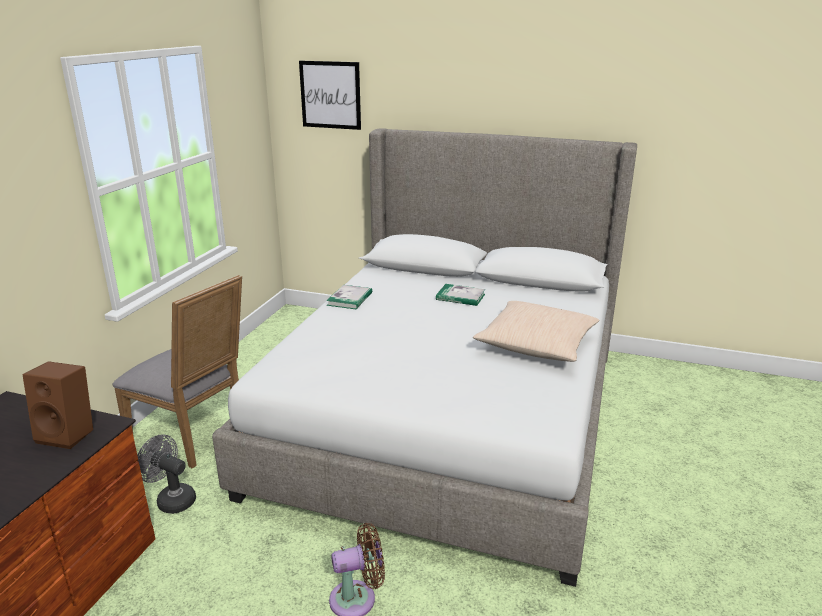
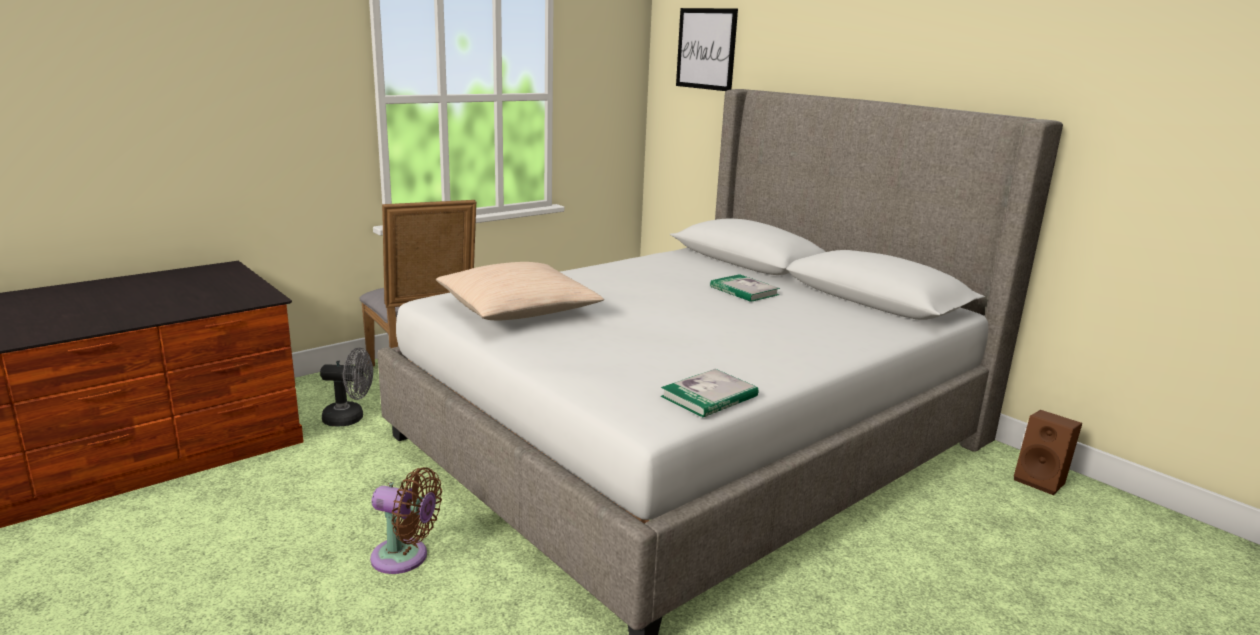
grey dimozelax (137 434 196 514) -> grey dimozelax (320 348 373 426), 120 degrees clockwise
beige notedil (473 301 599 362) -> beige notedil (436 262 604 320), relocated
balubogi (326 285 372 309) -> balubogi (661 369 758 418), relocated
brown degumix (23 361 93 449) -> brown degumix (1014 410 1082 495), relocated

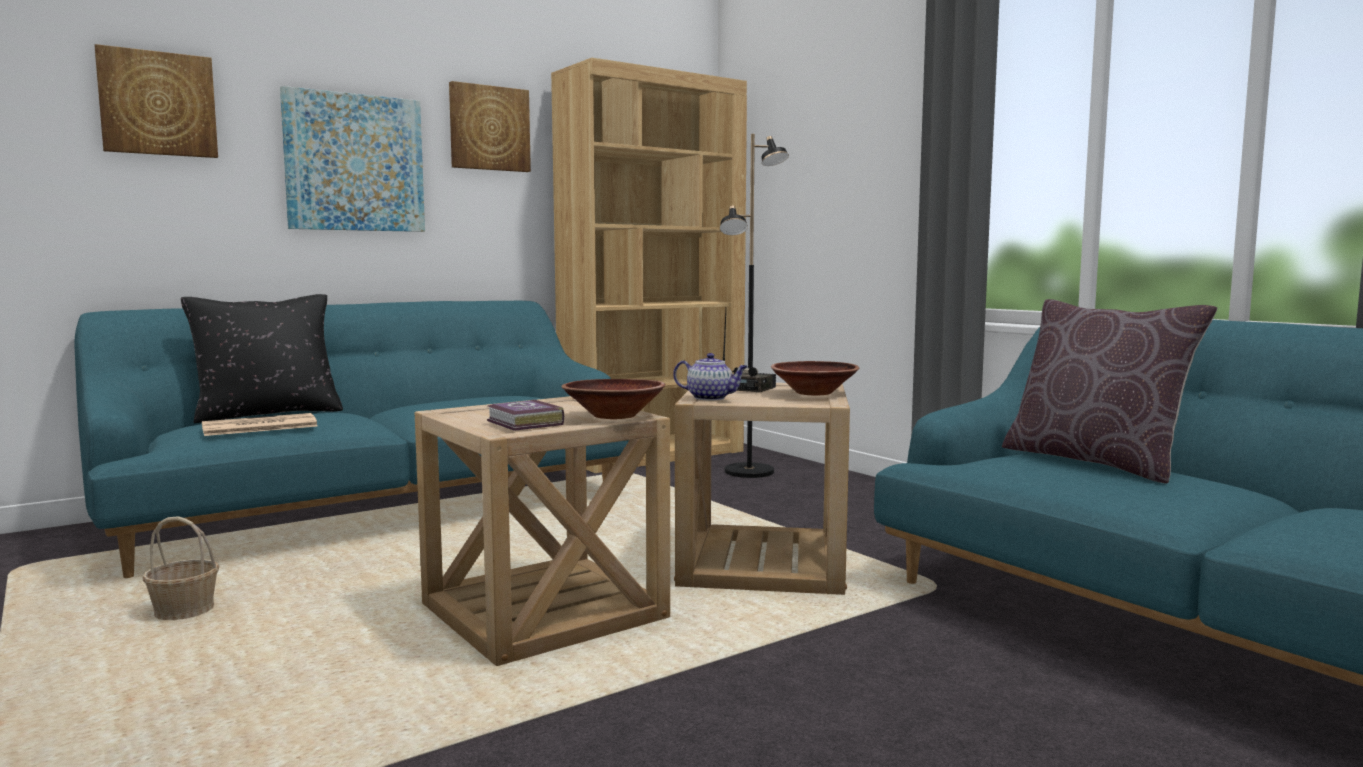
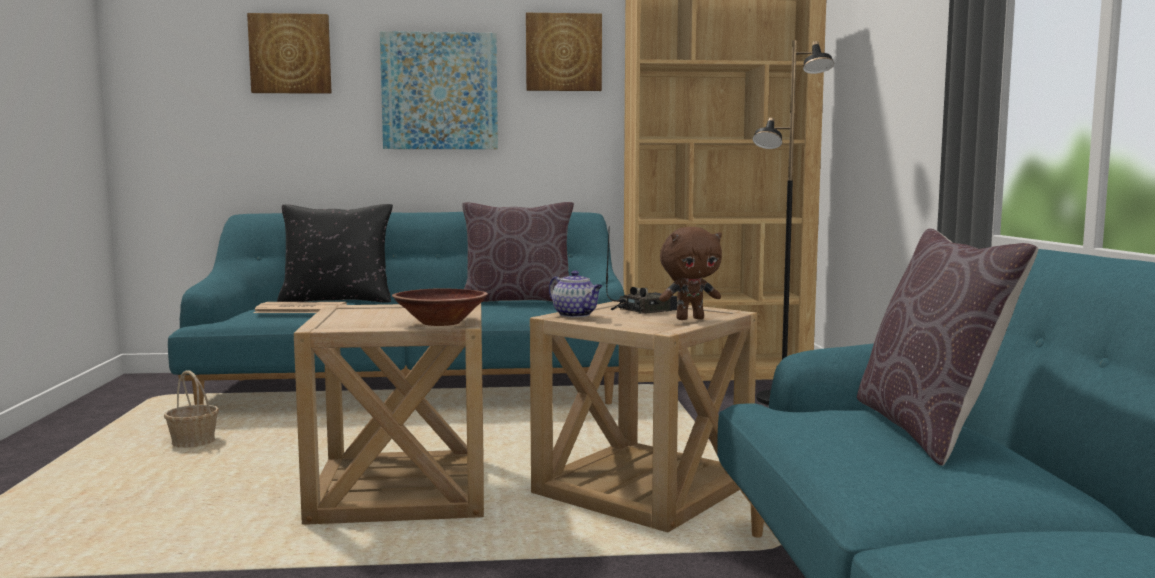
none -> brown notedil (462 202 574 302)
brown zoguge (771 361 859 395) -> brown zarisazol (659 227 722 320)
balubogi (487 400 564 431) -> none

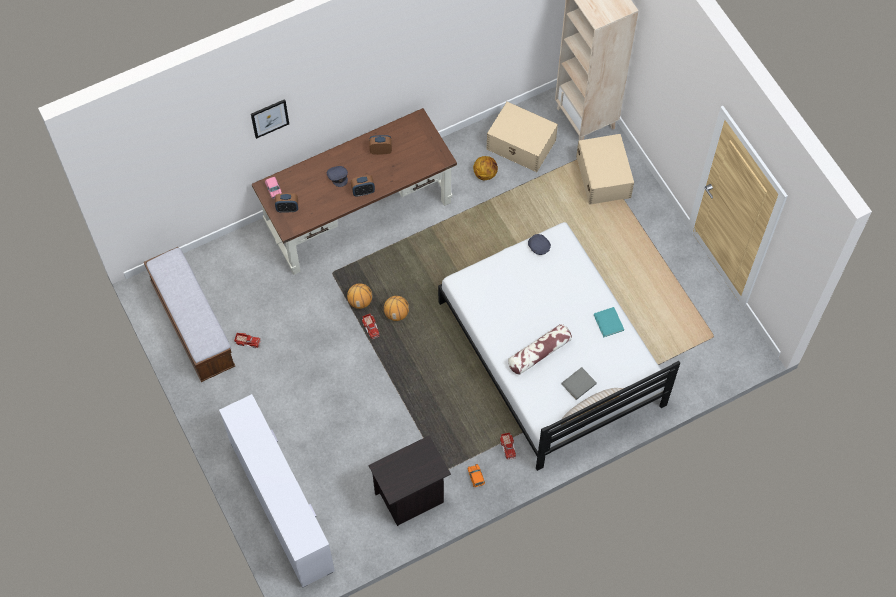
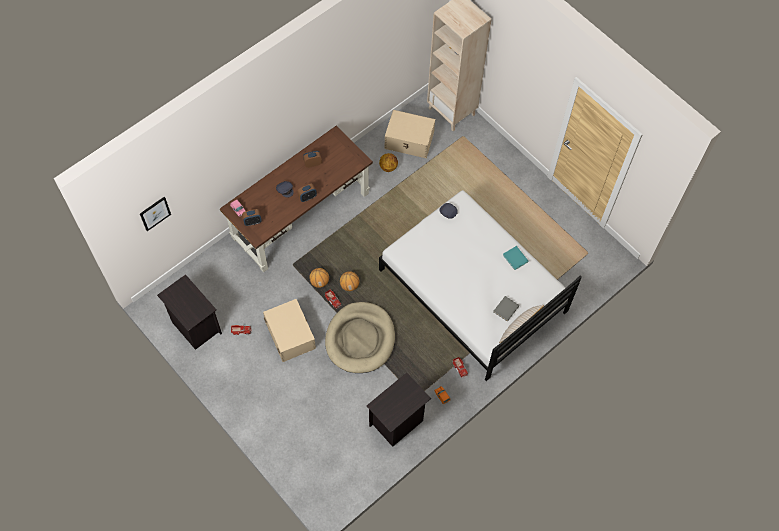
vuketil (251 99 289 139) -> vuketil (140 197 171 231), relocated
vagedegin (144 247 235 382) -> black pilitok (157 274 222 350)
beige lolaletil (576 134 634 205) -> beige lolaletil (263 299 316 362), relocated
none -> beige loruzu (325 302 395 373)
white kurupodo (219 394 335 588) -> none
notedil (508 324 572 375) -> none

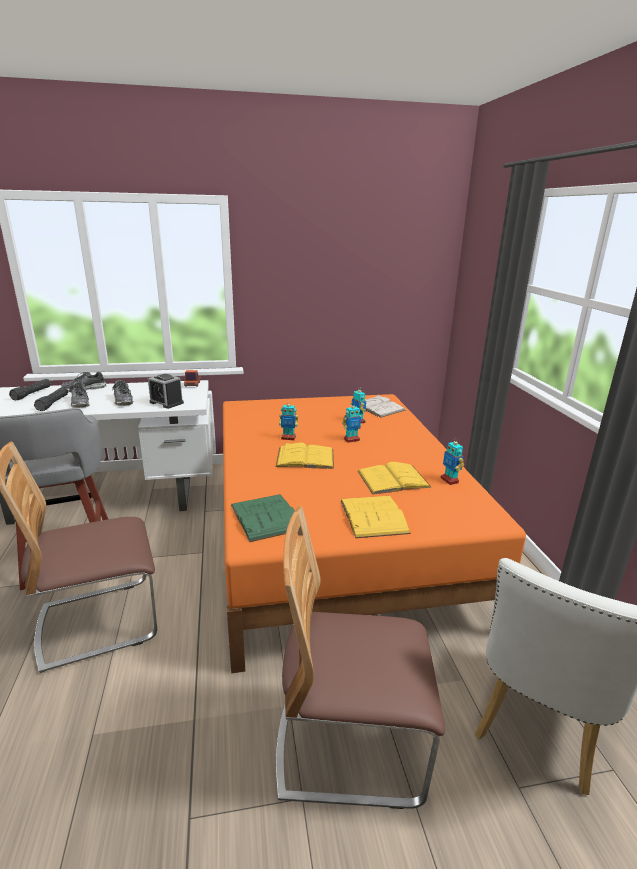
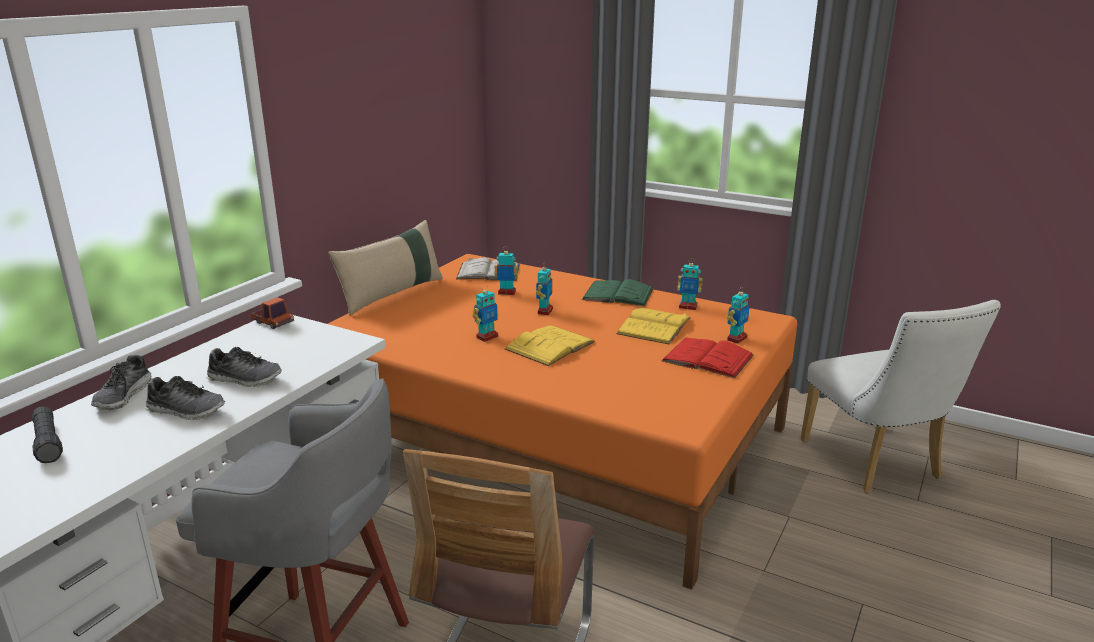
none -> beige notedil (328 220 443 316)
green balubogi (231 494 295 542) -> green balubogi (582 279 654 306), relocated
yellow balubogi (341 496 411 538) -> red balubogi (662 338 754 378)
none -> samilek (727 287 750 344)
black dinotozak (34 387 68 411) -> none
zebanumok (148 374 184 409) -> none
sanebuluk (276 506 445 809) -> none

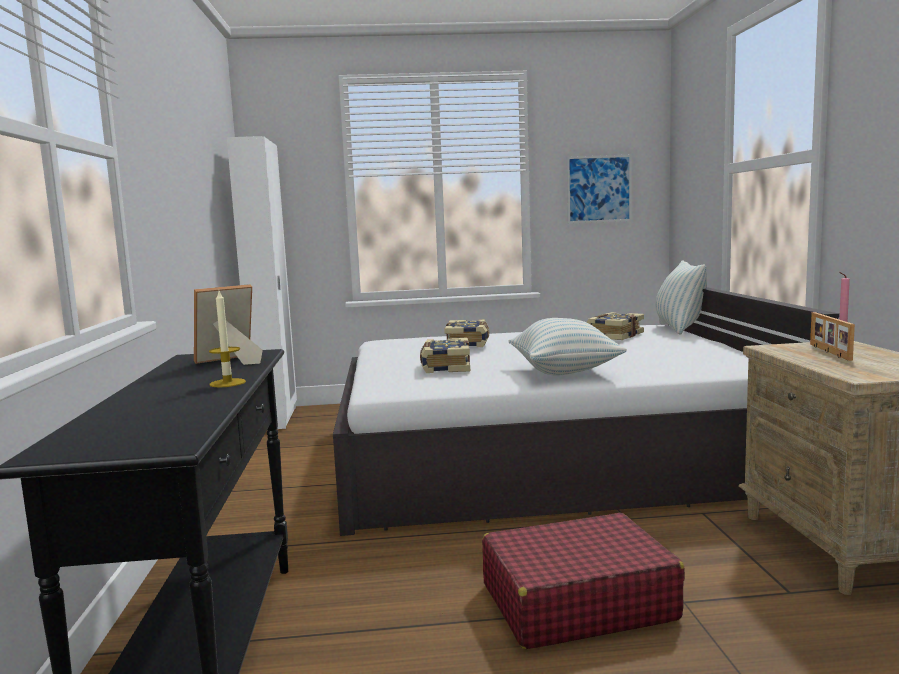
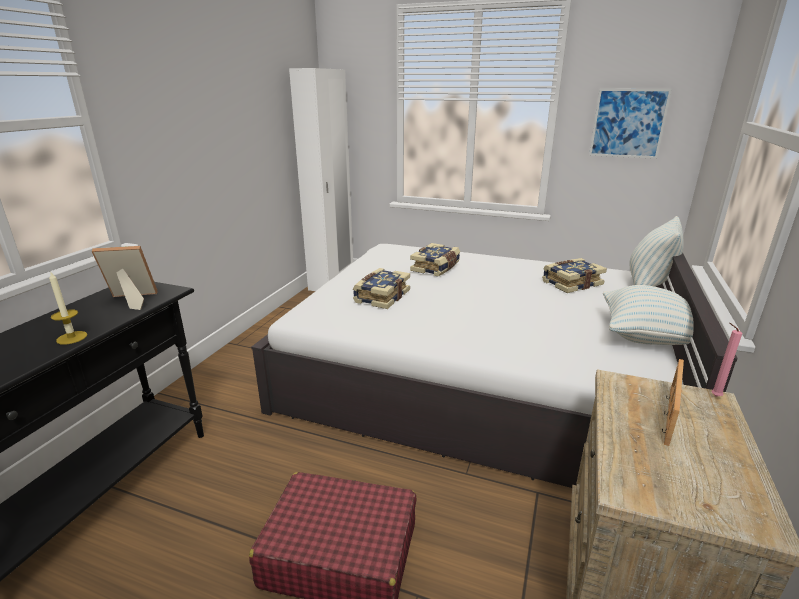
notedil (508 318 627 376) -> notedil (603 285 694 345), relocated

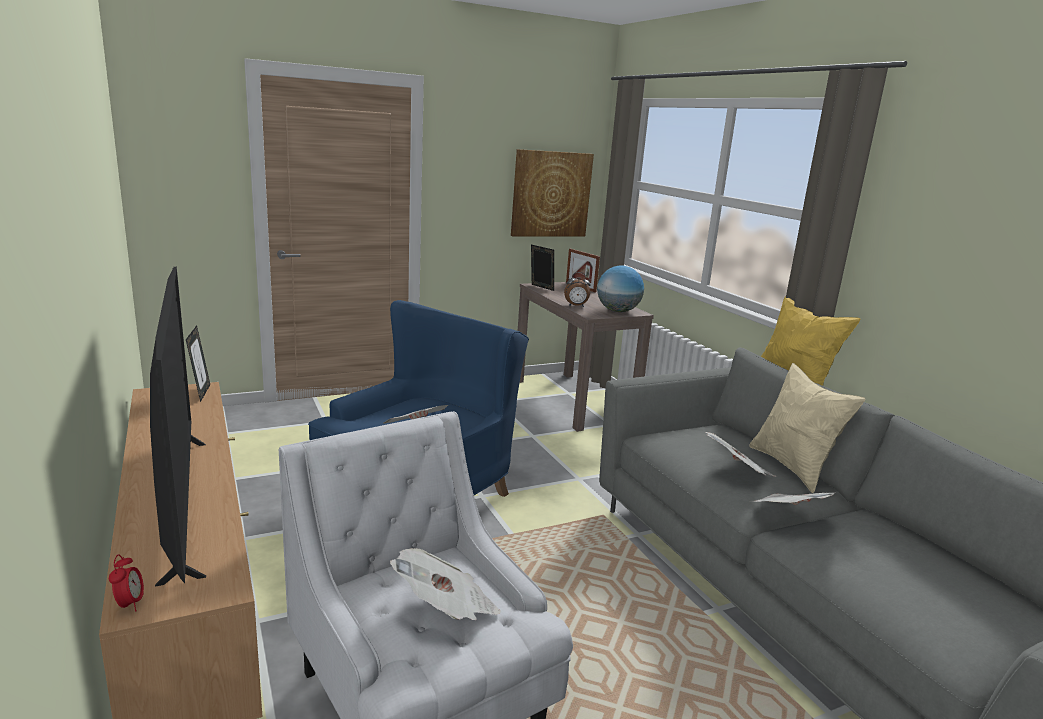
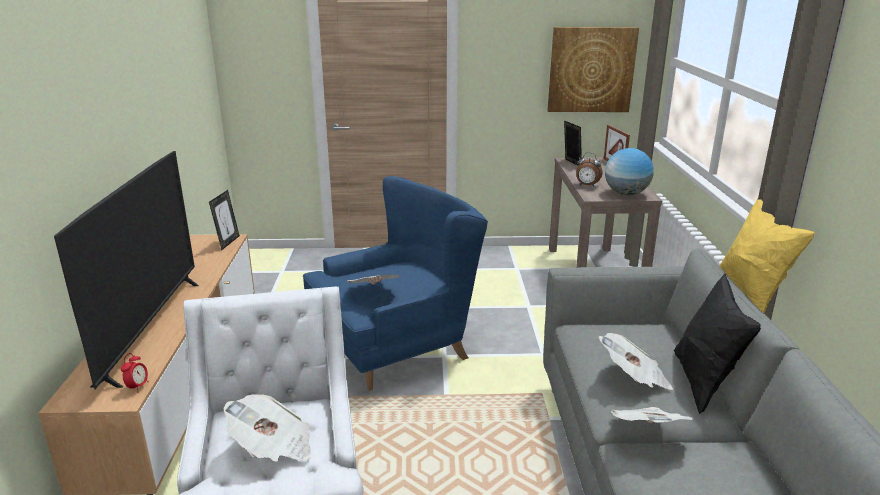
zebanumok (109 555 144 612) -> zebanumok (121 353 149 393), relocated
beige notedil (749 363 866 493) -> black notedil (674 274 761 414)

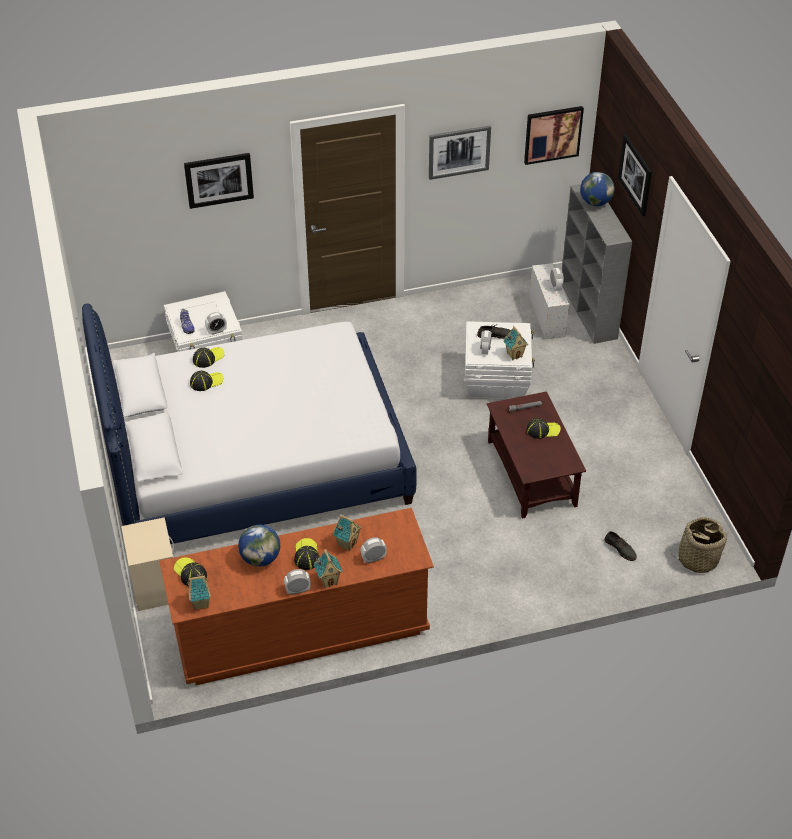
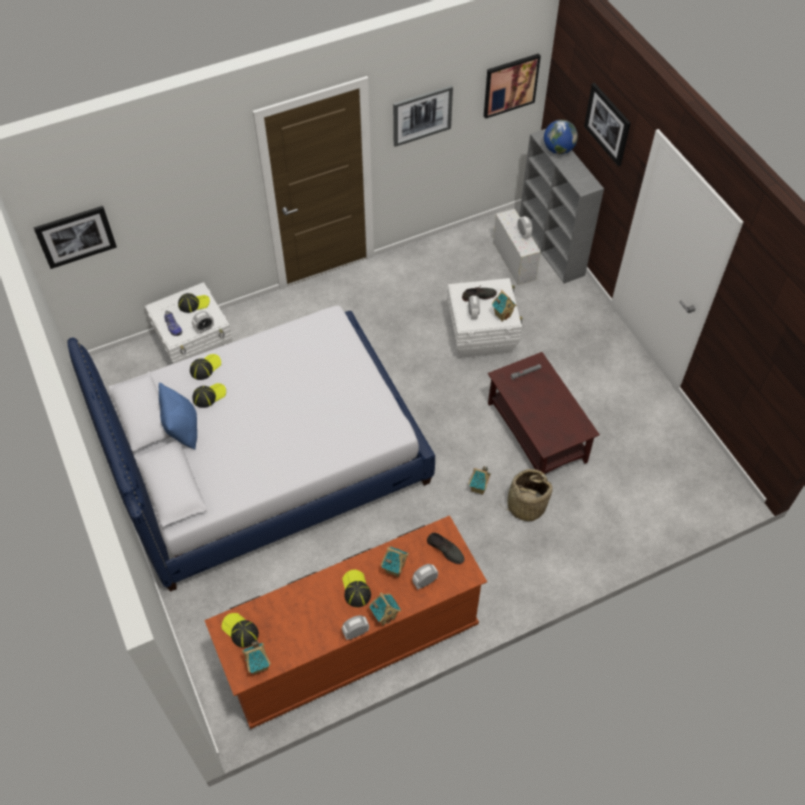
vuketil (184 153 254 209) -> vuketil (34 206 117 269), relocated
none -> blue notedil (159 383 197 450)
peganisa (526 418 561 439) -> peganisa (178 293 210 313), relocated
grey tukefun (605 531 637 561) -> grey tukefun (427 533 464 564), relocated
none -> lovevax (468 466 491 495)
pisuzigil (670 517 728 573) -> pisuzigil (500 469 553 521), relocated
beige pilitok (121 517 176 611) -> none
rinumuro (238 525 280 567) -> none

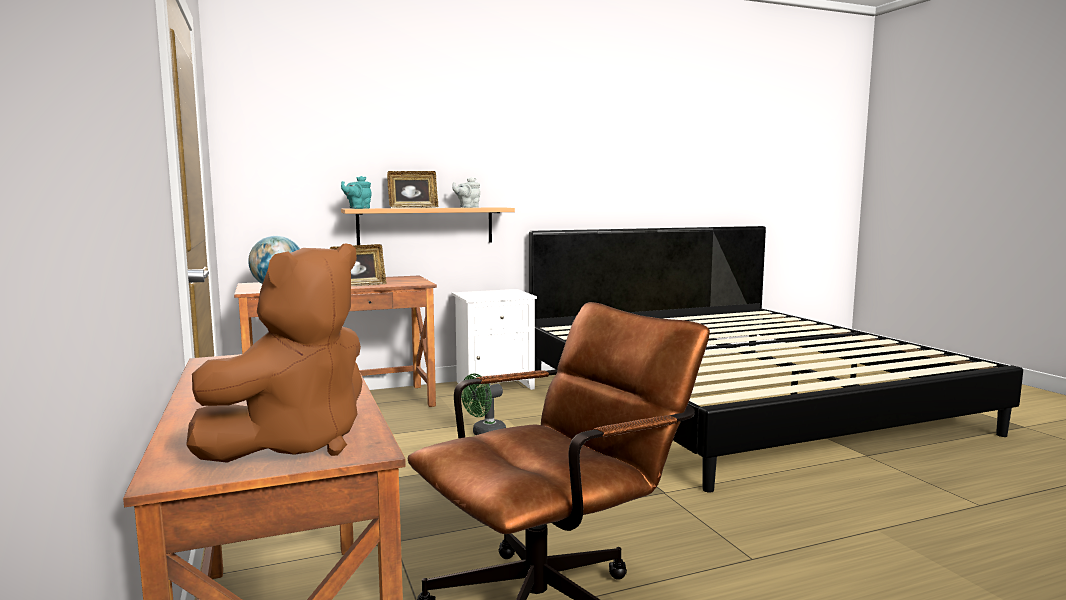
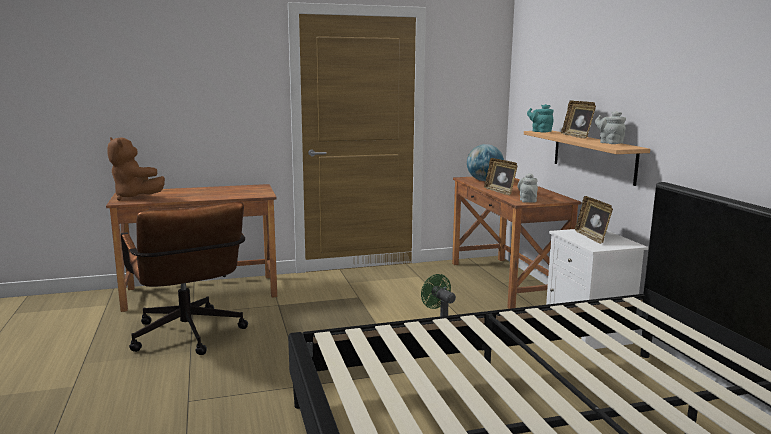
none -> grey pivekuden (518 173 538 203)
none -> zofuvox (575 196 613 244)

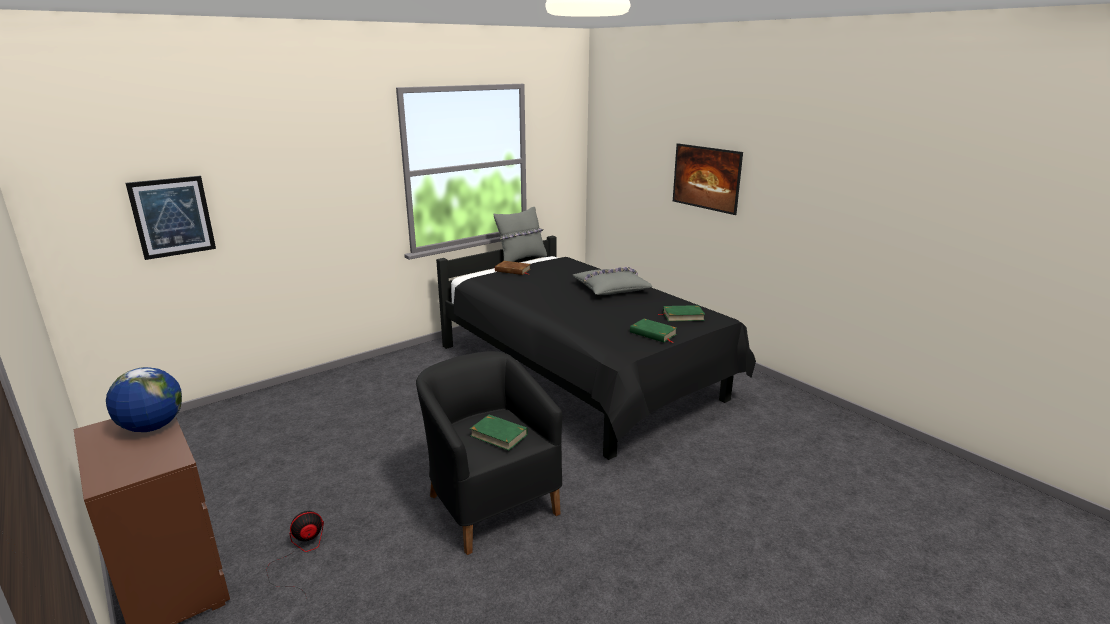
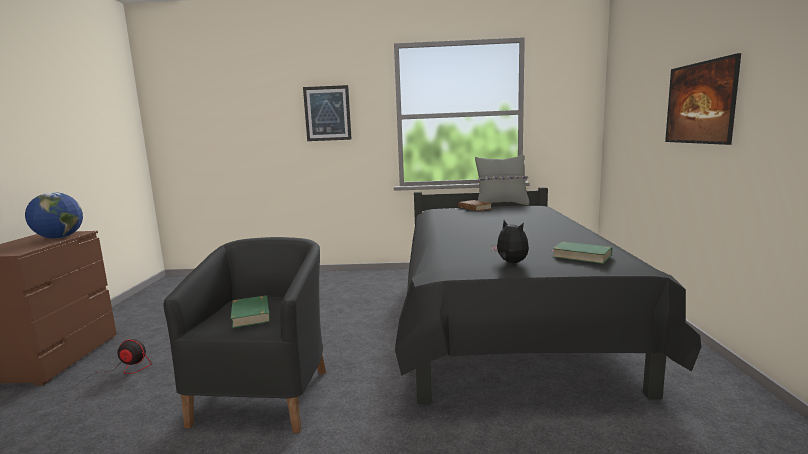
vuketil (125 176 216 260) -> vuketil (303 85 352 141), relocated
green balubogi (630 318 677 343) -> zarisazol (491 220 529 263)
grey notedil (573 267 652 295) -> none

